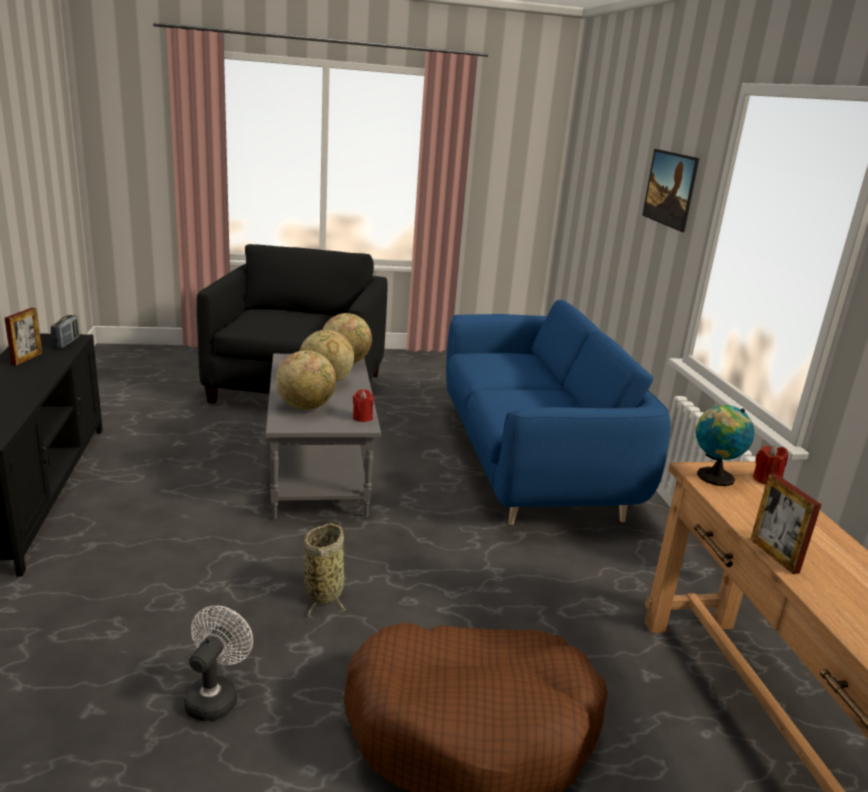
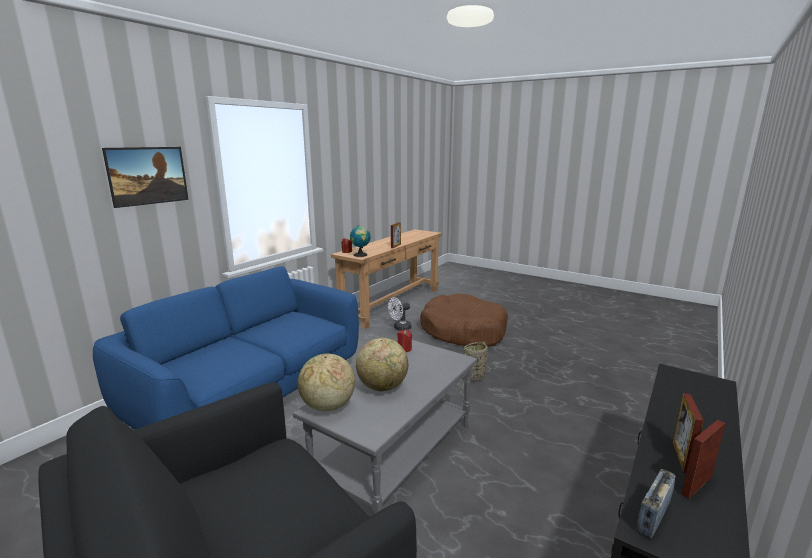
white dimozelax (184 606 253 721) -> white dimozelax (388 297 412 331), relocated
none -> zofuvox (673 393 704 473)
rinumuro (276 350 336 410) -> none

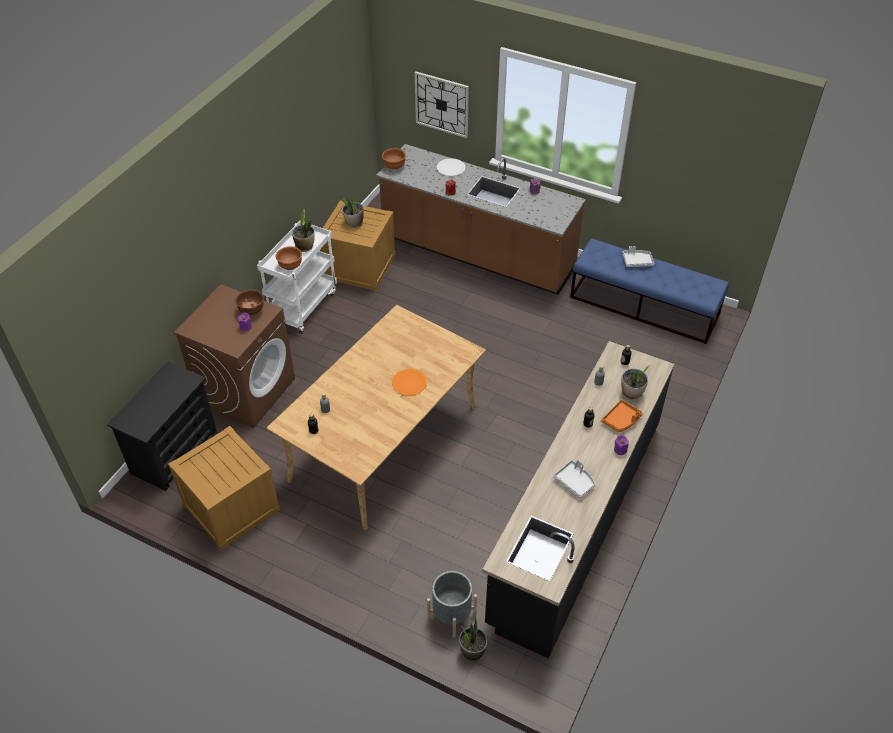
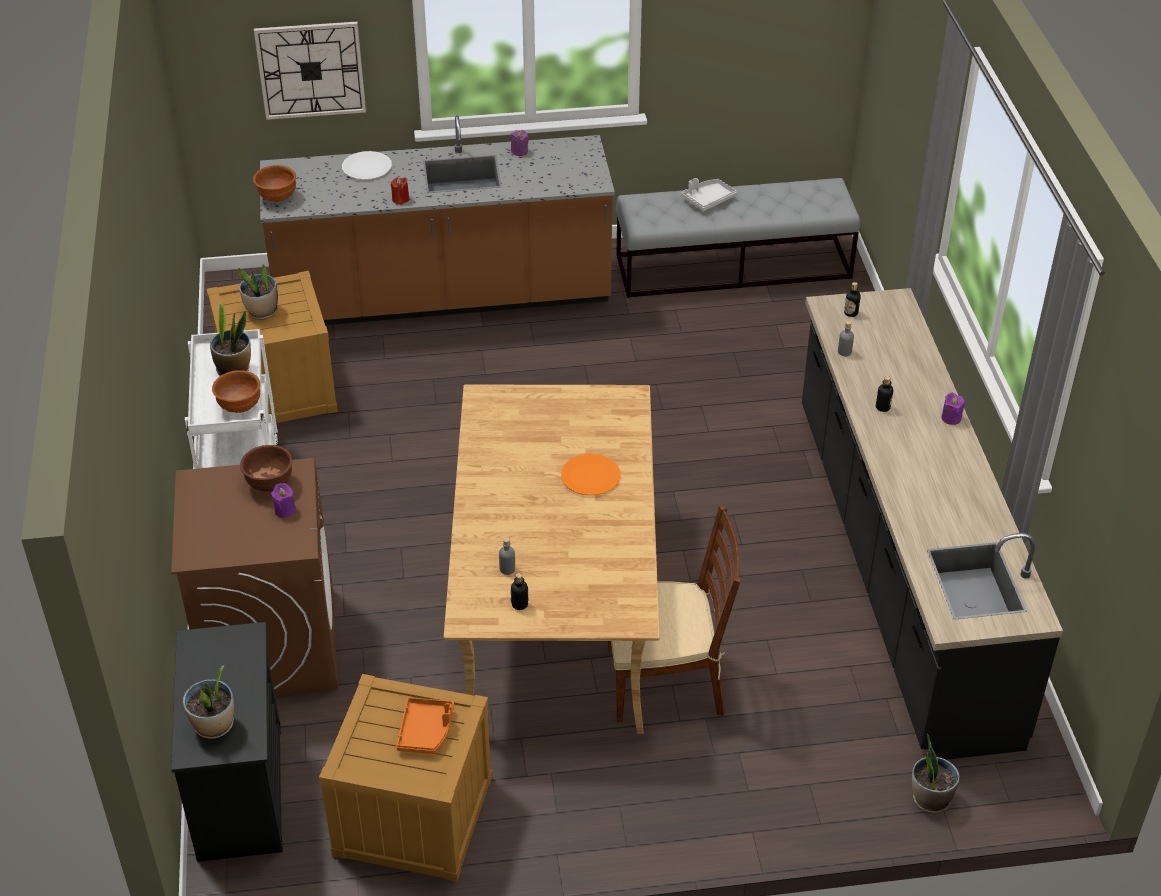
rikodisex (621 365 650 400) -> rikodisex (183 665 234 739), relocated
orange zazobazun (602 399 643 432) -> orange zazobazun (396 697 454 754), relocated
none -> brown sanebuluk (608 505 741 722)
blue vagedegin (570 238 729 344) -> grey vagedegin (615 178 860 298)
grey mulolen (427 571 477 638) -> none
grey zazobazun (553 460 595 499) -> none

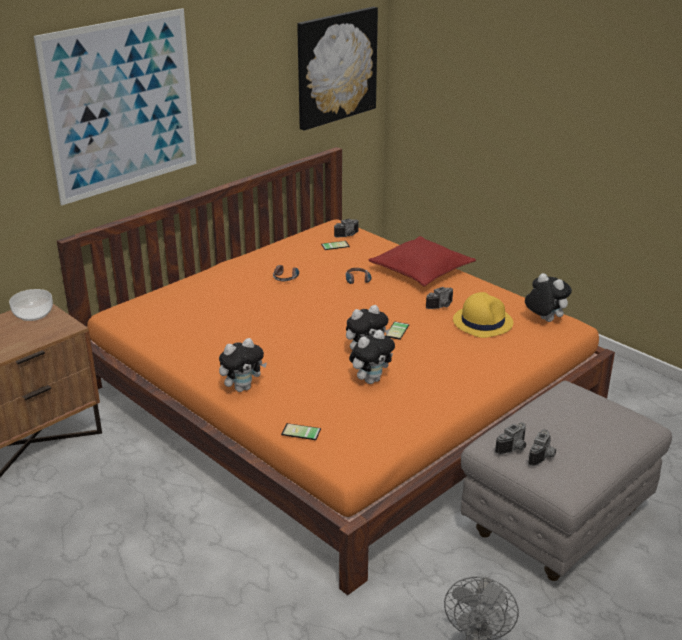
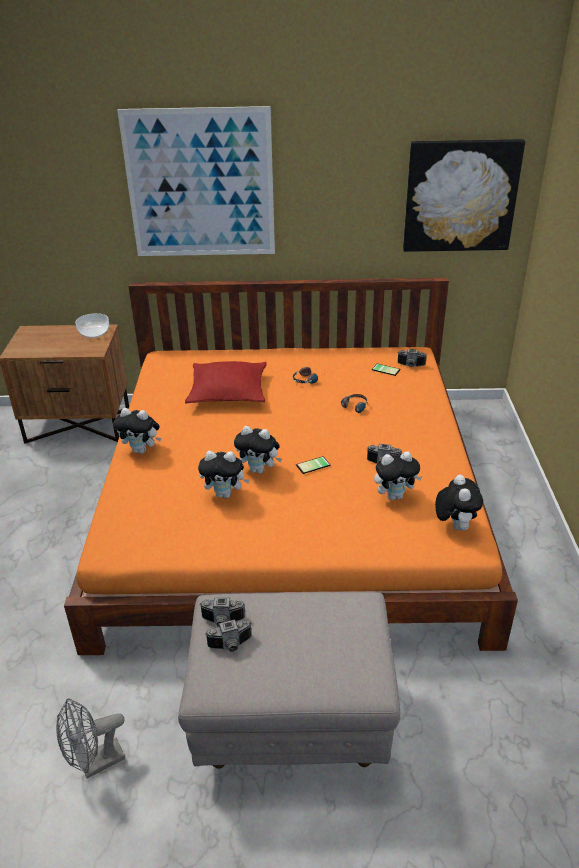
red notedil (368 236 476 287) -> red notedil (185 361 267 403), relocated
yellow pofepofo (453 292 513 338) -> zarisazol (374 451 422 500)
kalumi (281 423 321 440) -> none

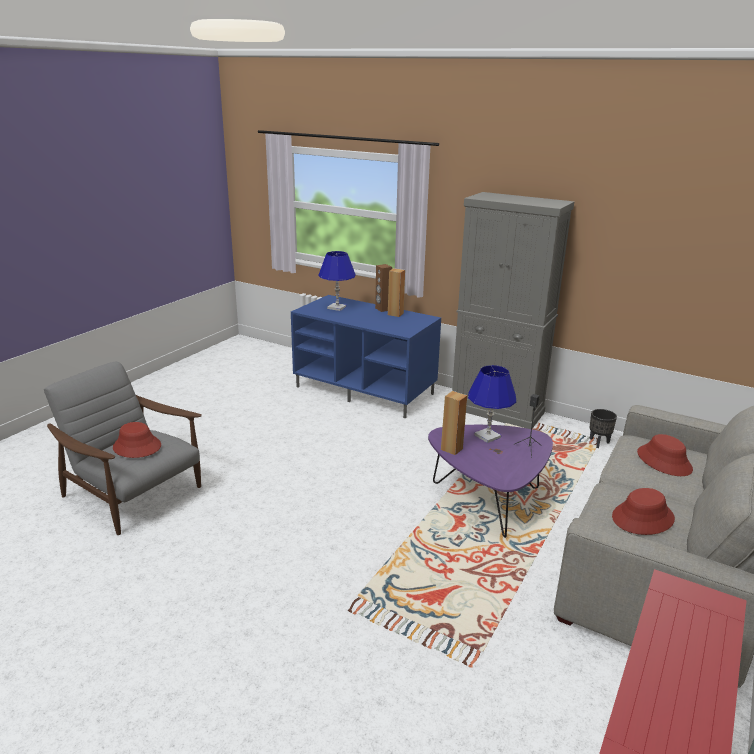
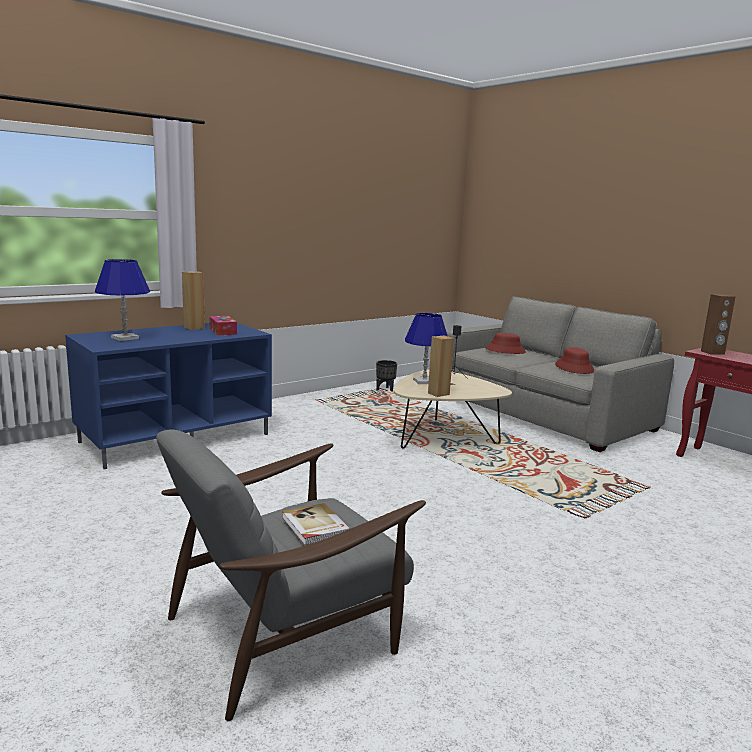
none -> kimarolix (209 316 237 335)
red pofepofo (113 422 161 458) -> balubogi (282 503 350 545)
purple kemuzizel (428 425 553 538) -> beige kemuzizel (394 369 512 448)
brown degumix (375 264 392 312) -> brown degumix (701 294 735 355), relocated
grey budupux (452 192 574 429) -> none

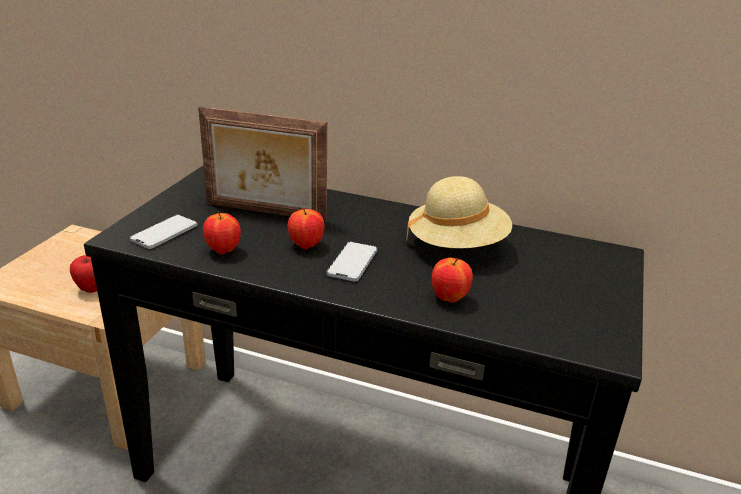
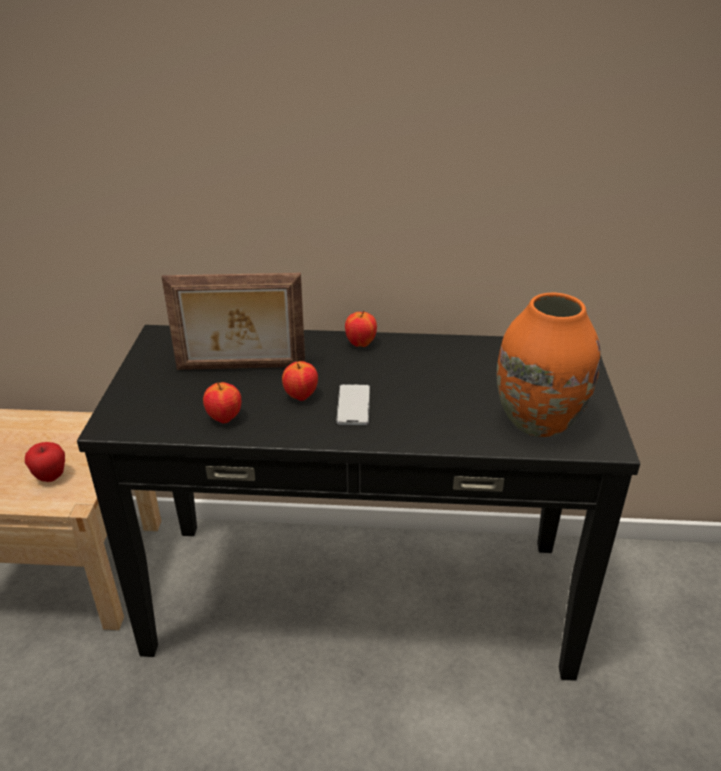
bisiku (432 257 473 303) -> bisiku (345 311 377 347), relocated
none -> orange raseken (497 293 600 437)
kalumi (130 215 198 249) -> none
beige pofepofo (406 176 512 249) -> none

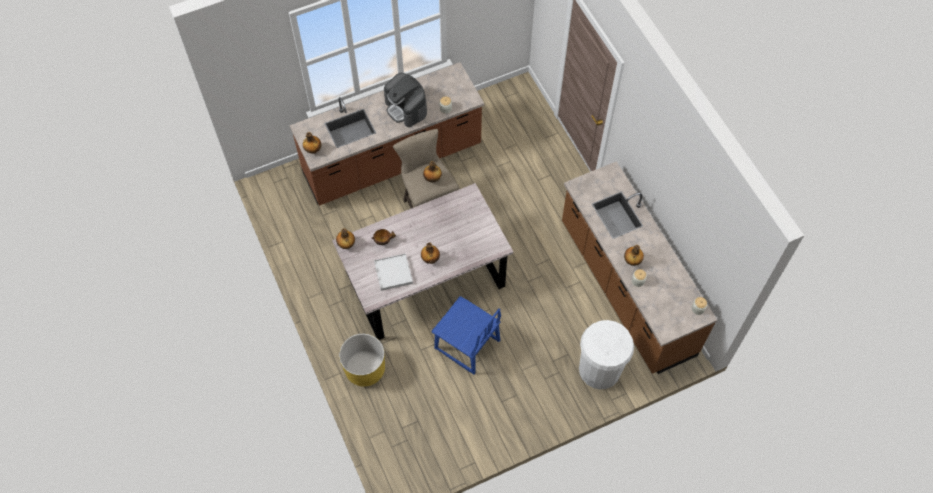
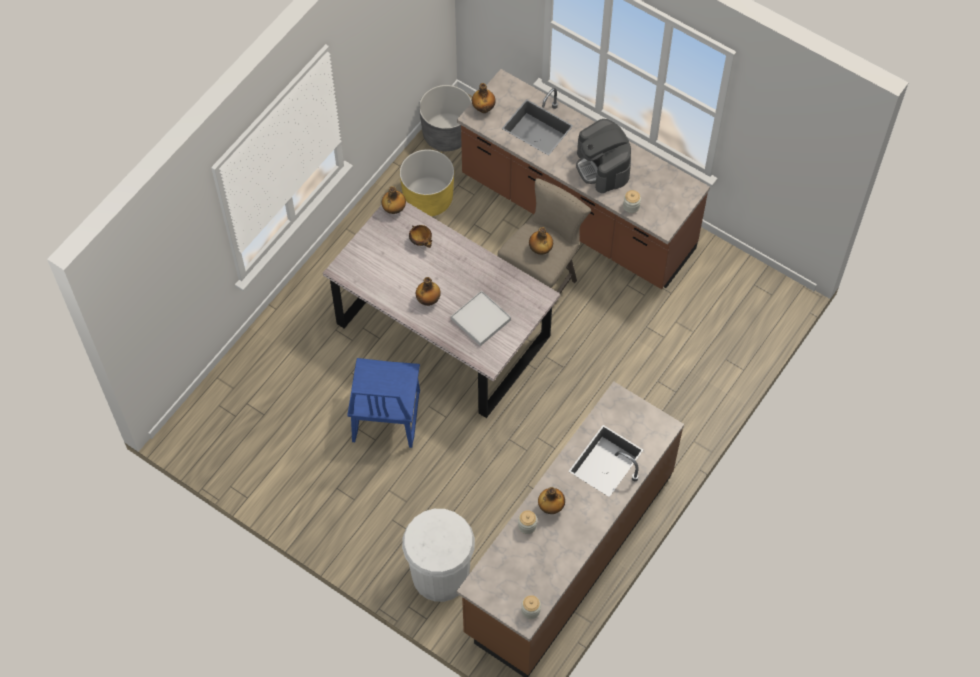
yellow mulolen (339 334 385 387) -> yellow mulolen (400 149 454 217), relocated
none -> grey mulolen (419 85 472 151)
white zazobazun (374 253 413 291) -> white zazobazun (451 291 511 346), relocated
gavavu (384 73 427 127) -> gavavu (576 119 631 193), 45 degrees counterclockwise

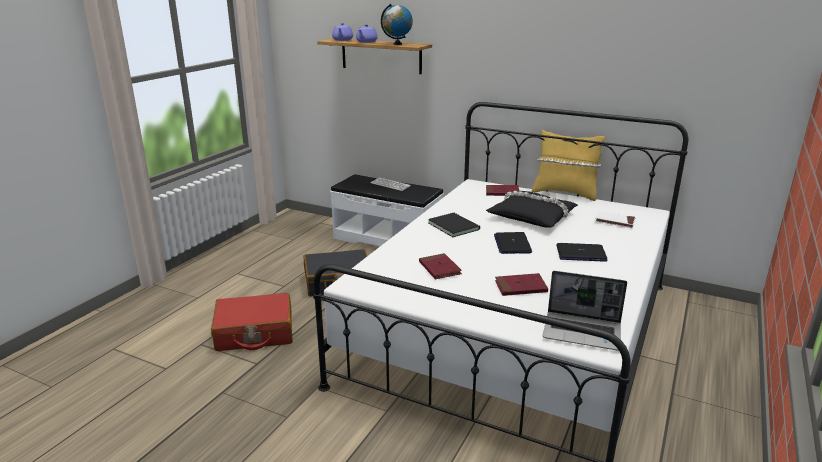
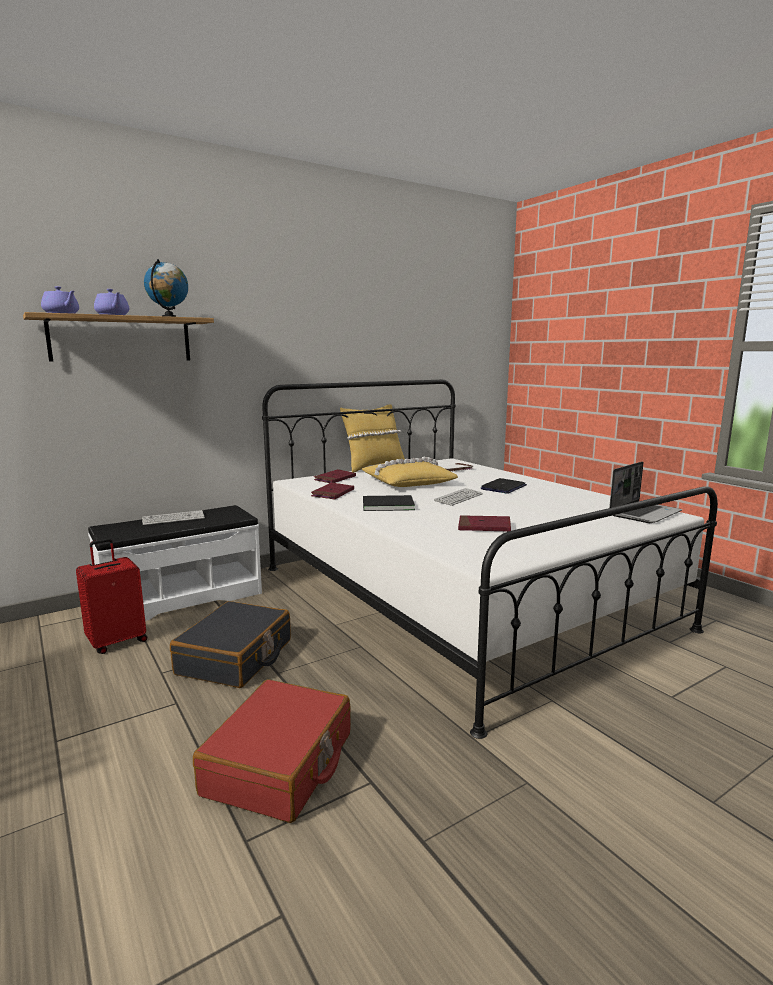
none -> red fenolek (76 538 147 654)
red balubogi (495 273 548 296) -> red balubogi (311 482 354 500), relocated
black notedil (486 191 578 228) -> yellow notedil (362 457 458 487)
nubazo (494 232 532 254) -> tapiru (434 488 483 506)

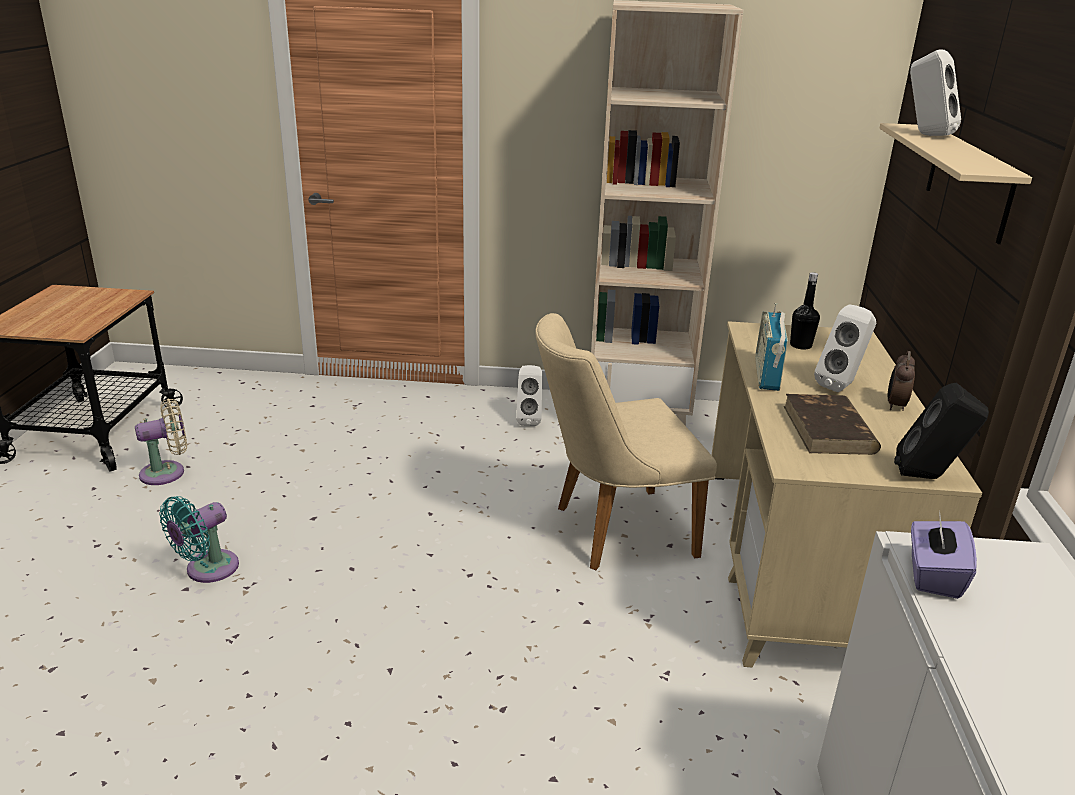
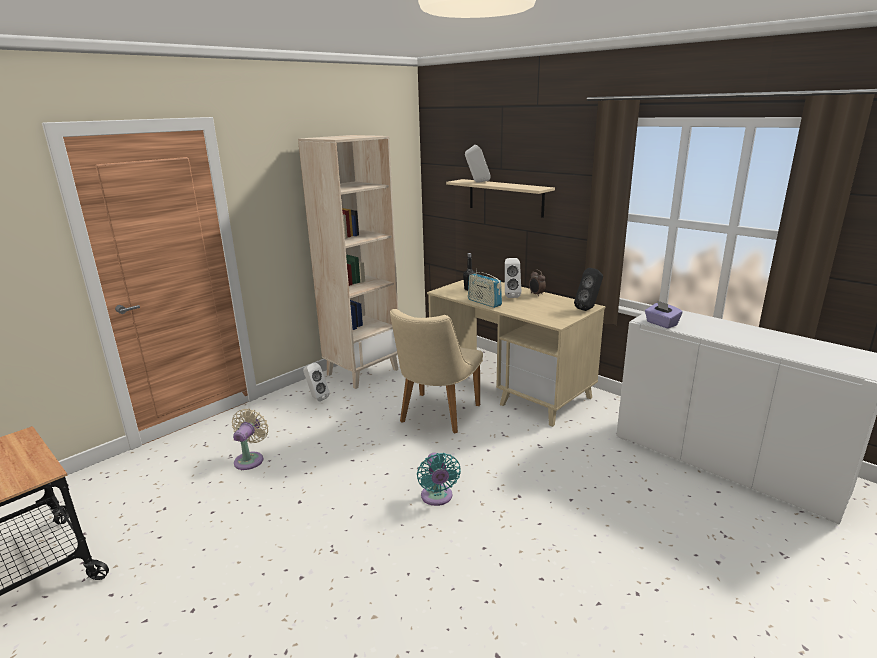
beige dimozelax (135 399 187 485) -> beige dimozelax (232 409 269 470), relocated
turquoise dimozelax (159 496 239 583) -> turquoise dimozelax (417 453 461 506), relocated
brown balubogi (784 394 881 455) -> none

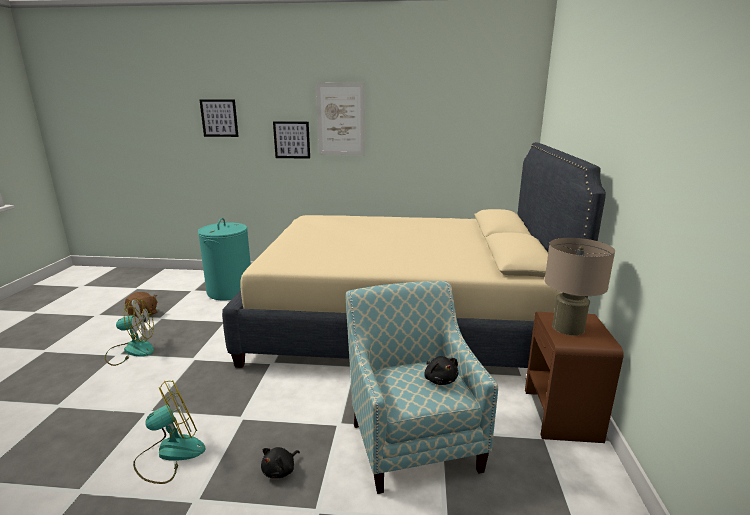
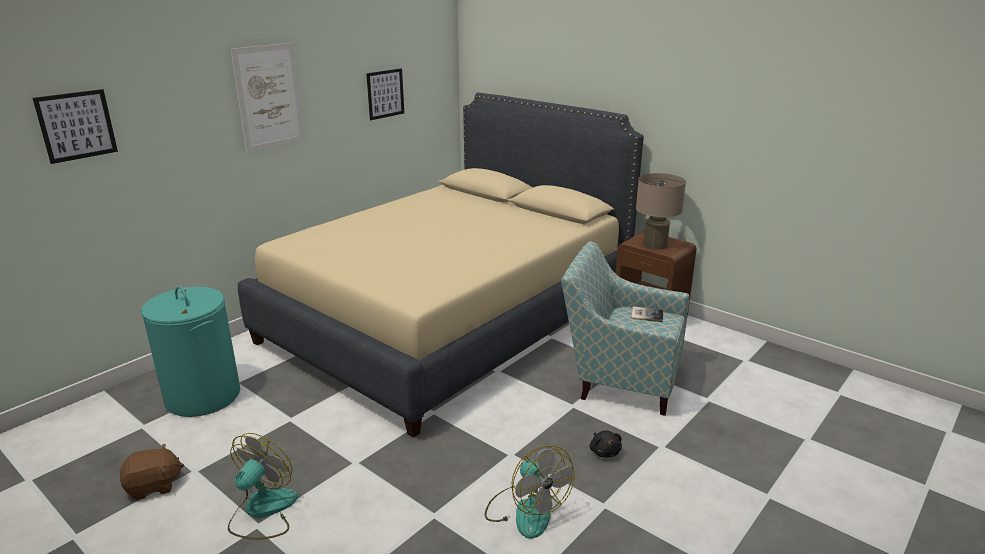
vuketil (273 121 310 159) -> vuketil (366 68 404 120), relocated
dimozelax (133 381 206 484) -> dimozelax (485 445 575 539), 150 degrees clockwise
black zarisazol (424 356 458 385) -> balubogi (631 306 663 322)

